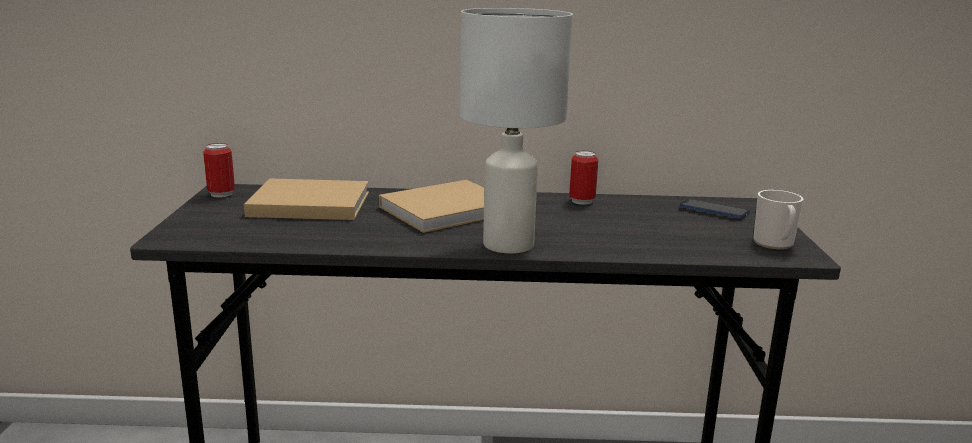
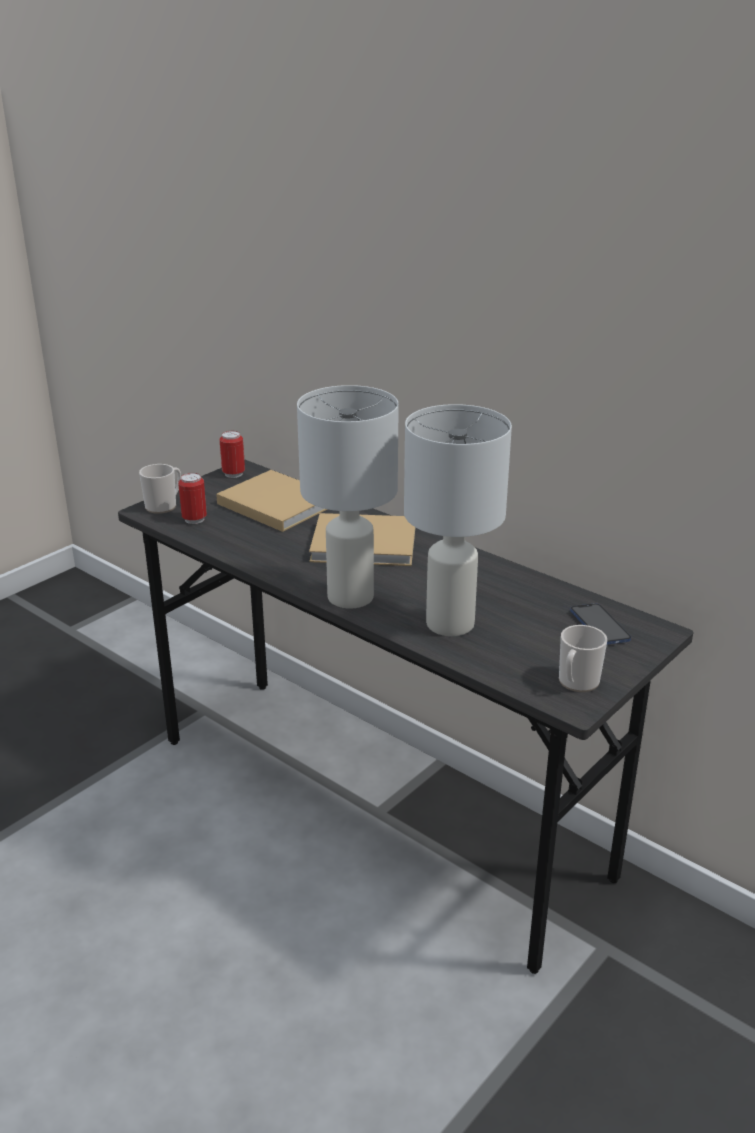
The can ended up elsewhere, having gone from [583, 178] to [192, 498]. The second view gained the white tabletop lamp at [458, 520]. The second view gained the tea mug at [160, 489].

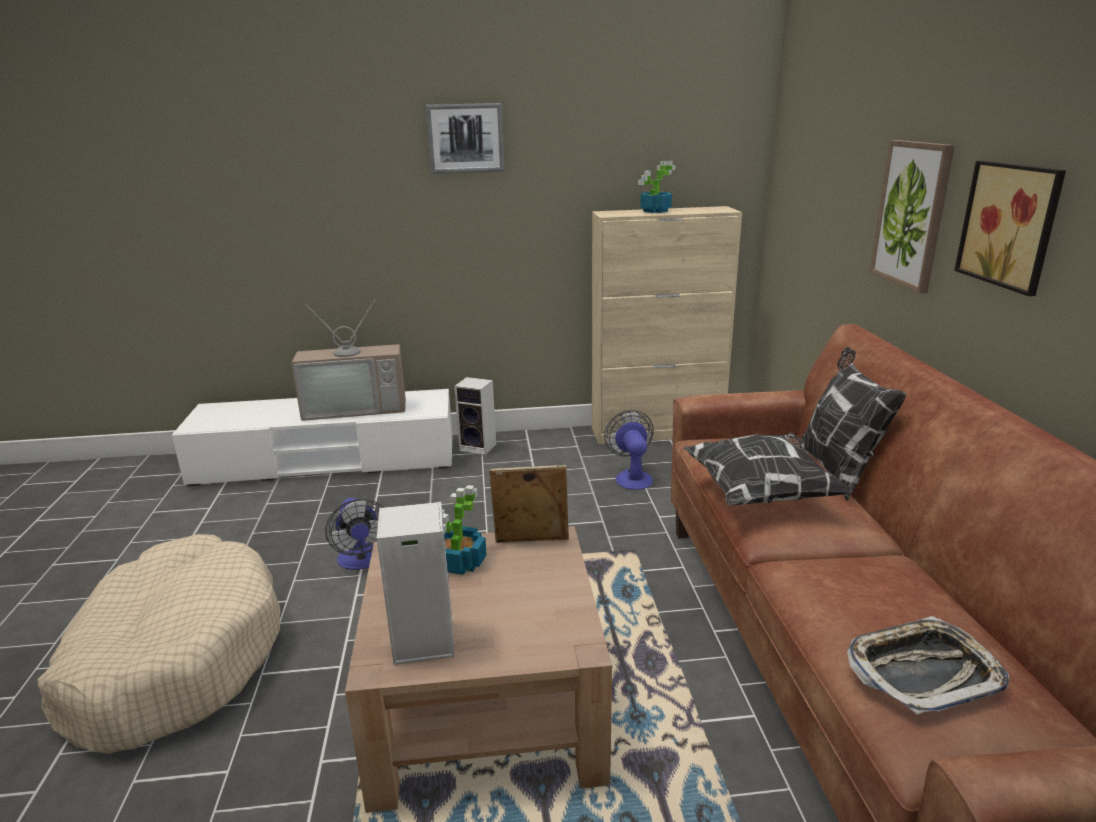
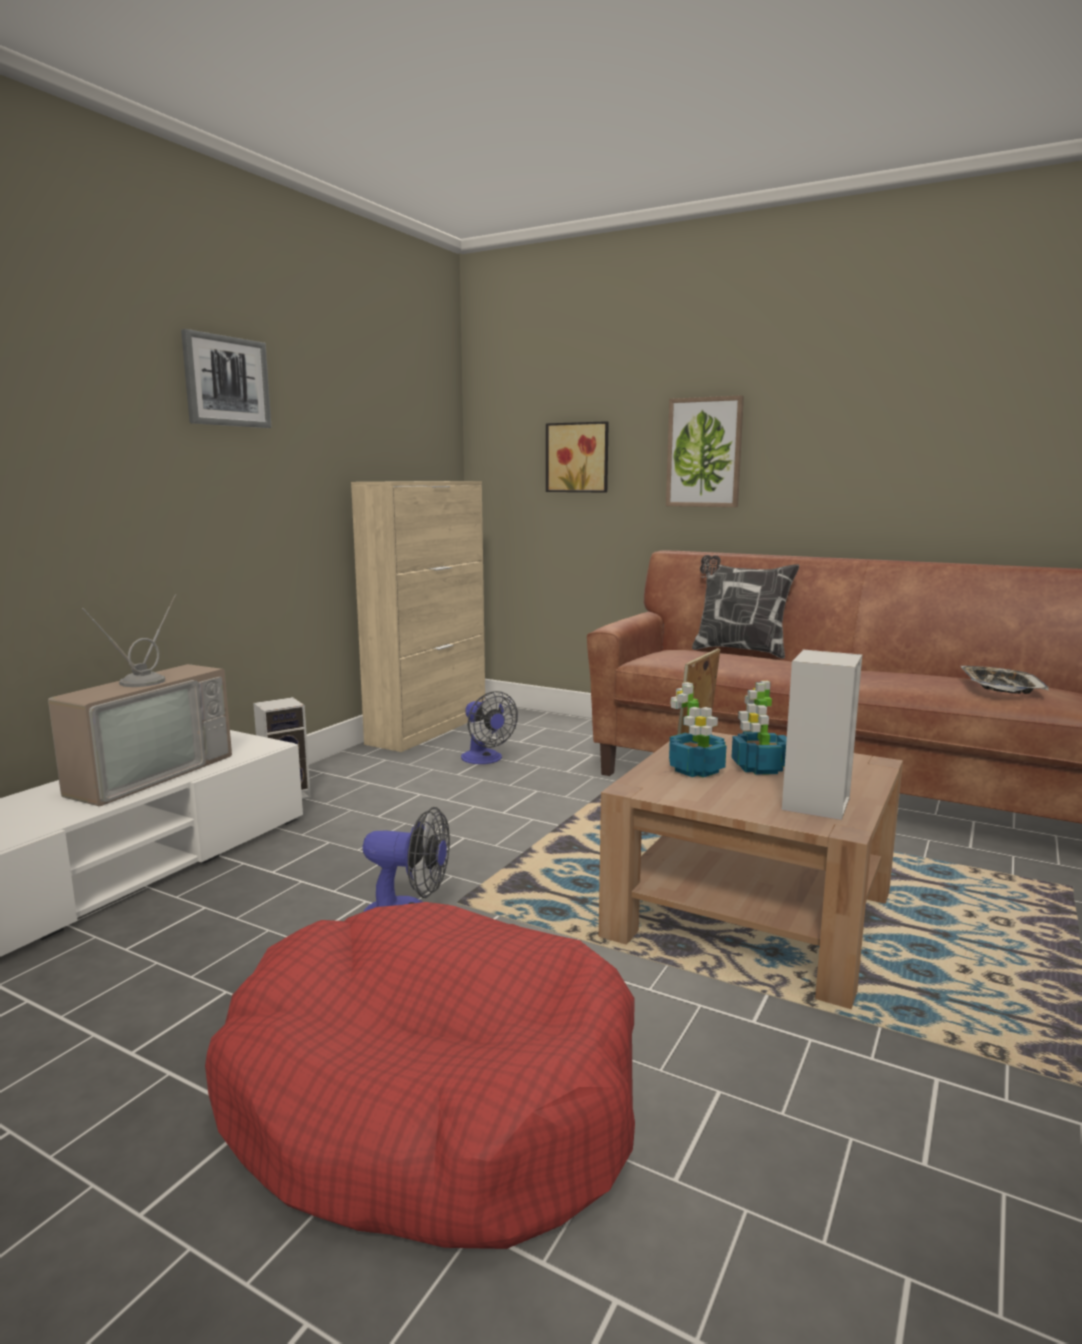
The plant in a pot ended up elsewhere, having gone from [656, 187] to [759, 728]. The wall art ended up elsewhere, having gone from [1010, 228] to [577, 457]. The cooling fan at [629, 450] ended up facing another way, 150 degrees counterclockwise from before. The second view lost the pillow at [768, 468]. What was the beige dog cushion at [159, 643] turned into the red dog cushion at [420, 1075].

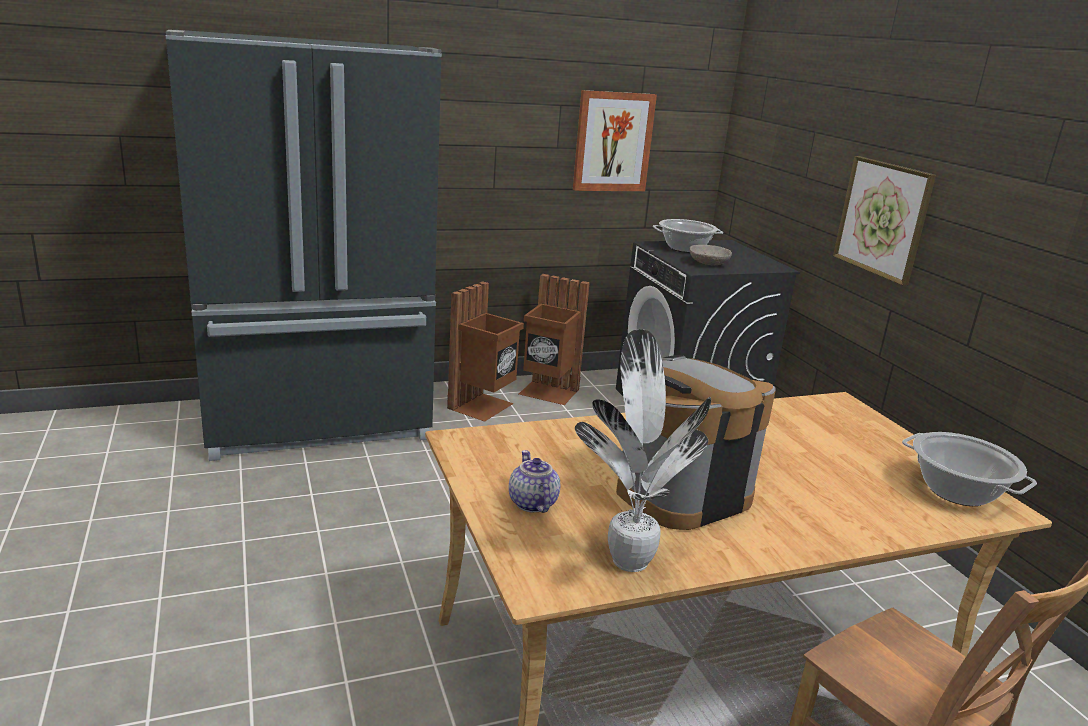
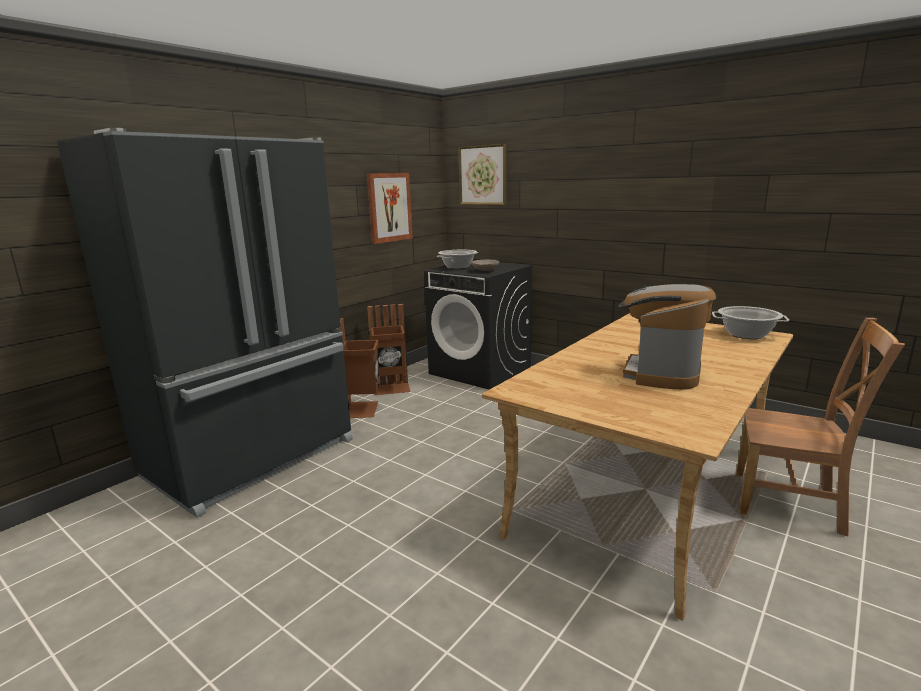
The wall art ended up elsewhere, having gone from [884, 221] to [482, 174]. The second view lost the plant in a pot at [643, 450]. The second view lost the pot for tea at [534, 481].

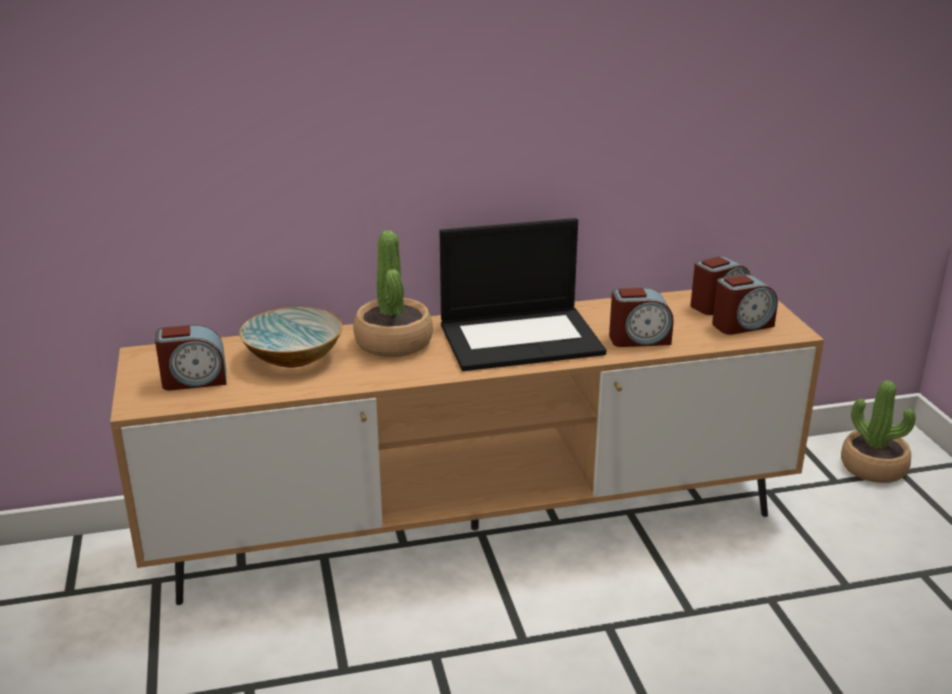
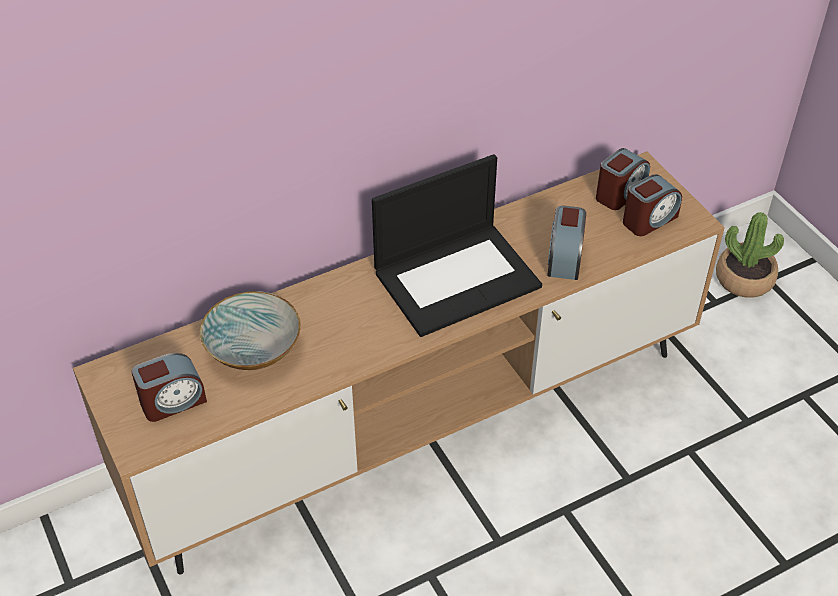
The second view lost the plant in a pot at [393, 293]. The table clock at [641, 317] ended up facing another way, 120 degrees clockwise from before.

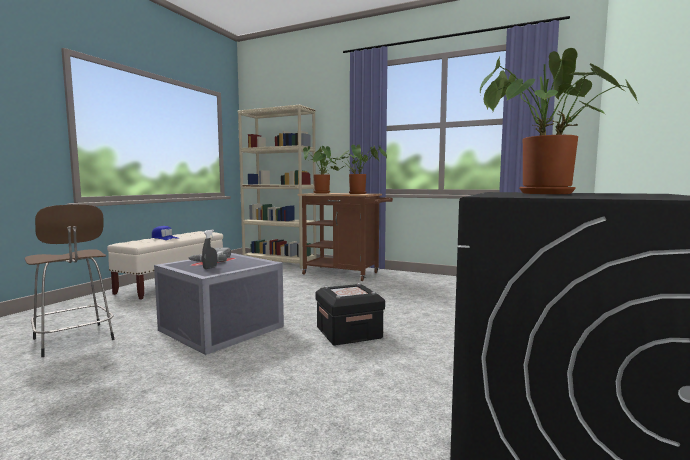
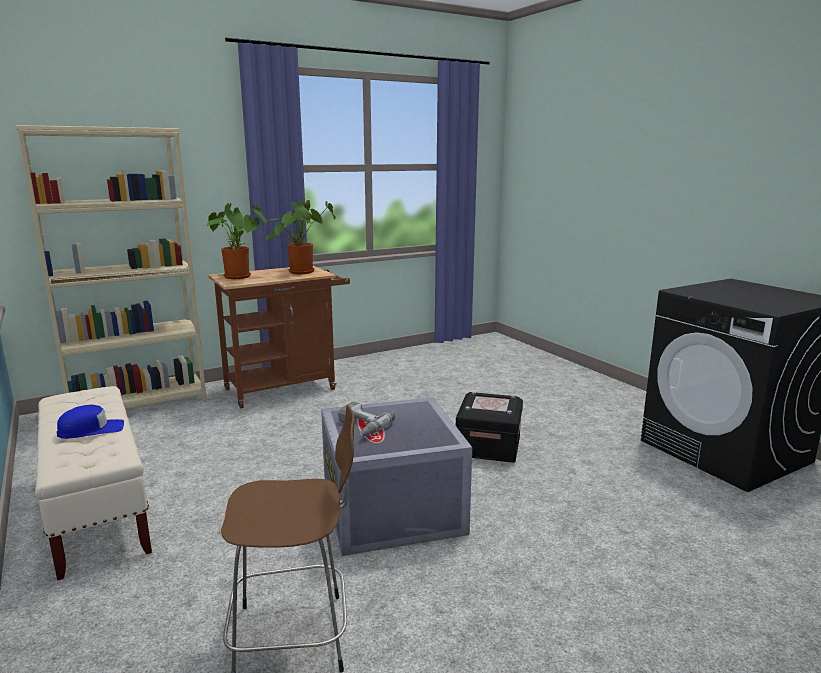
The second view lost the plant in a pot at [559, 121]. The second view lost the grey spray bottle at [209, 249].

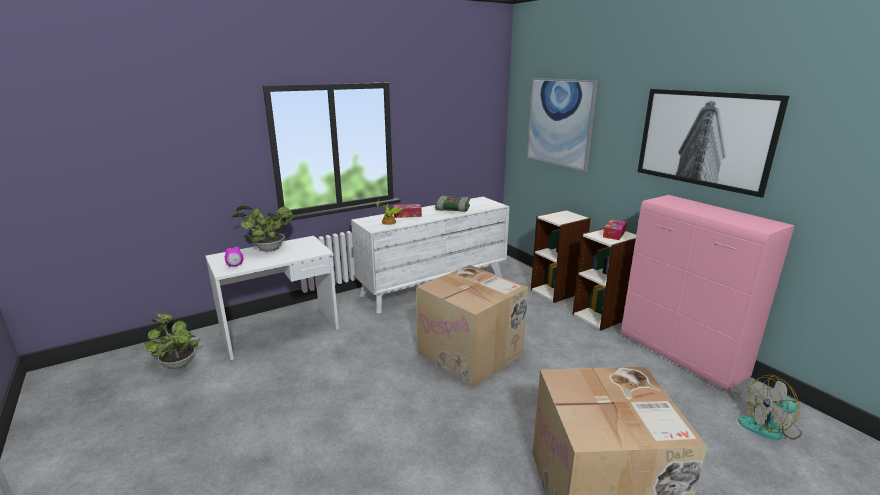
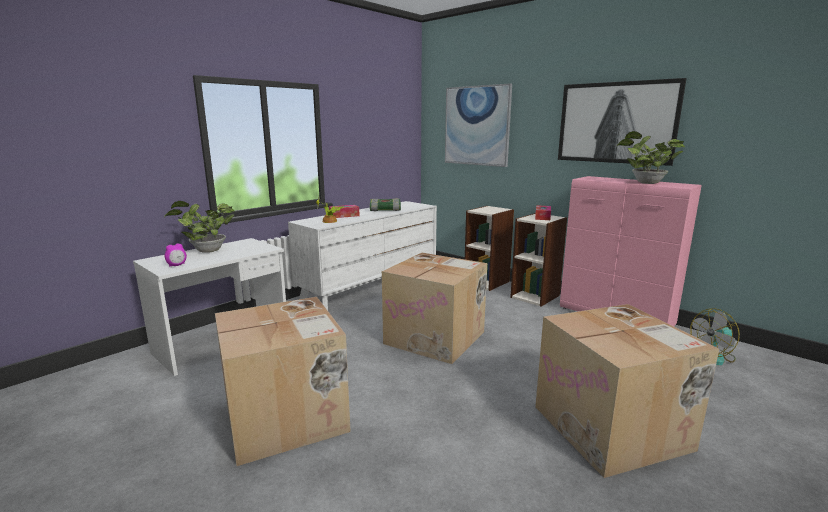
The plant in a pot ended up elsewhere, having gone from [172, 341] to [651, 157]. The second view gained the carton at [283, 381].

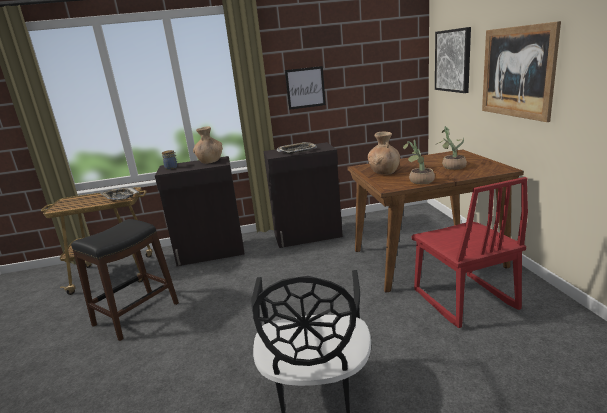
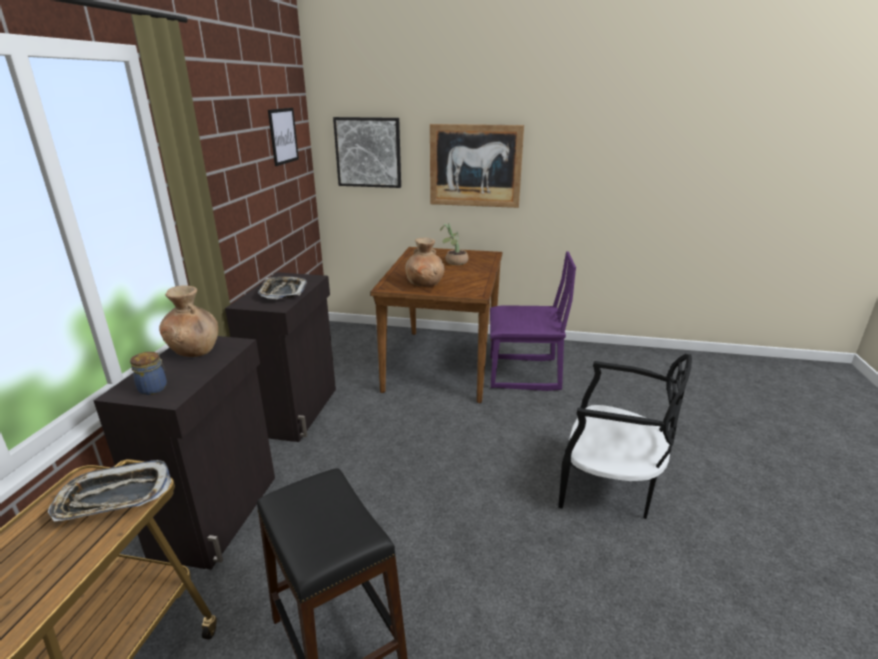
The wall art ended up elsewhere, having gone from [305, 88] to [283, 137]. The second view lost the plant in a pot at [419, 162]. What was the red upright chair at [469, 252] turned into the purple upright chair at [533, 321].

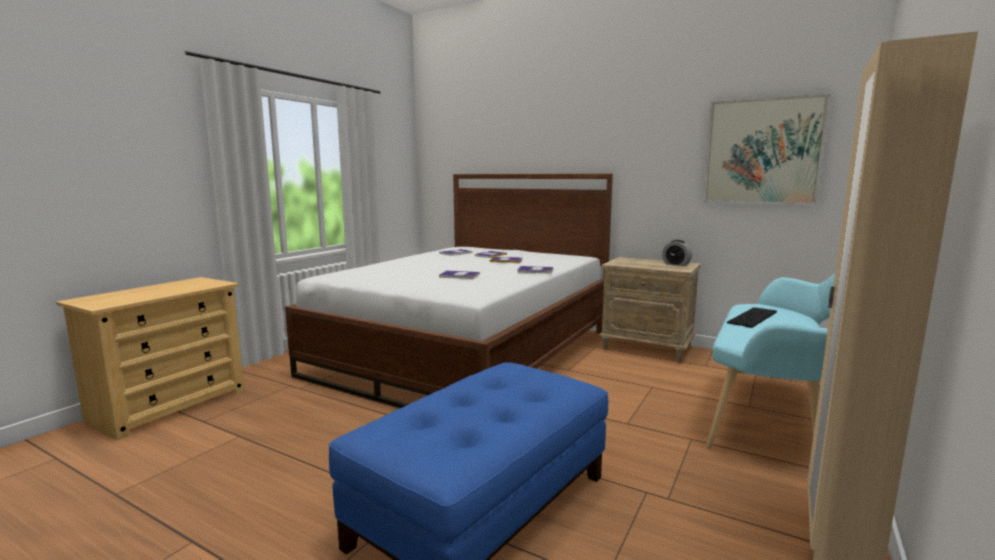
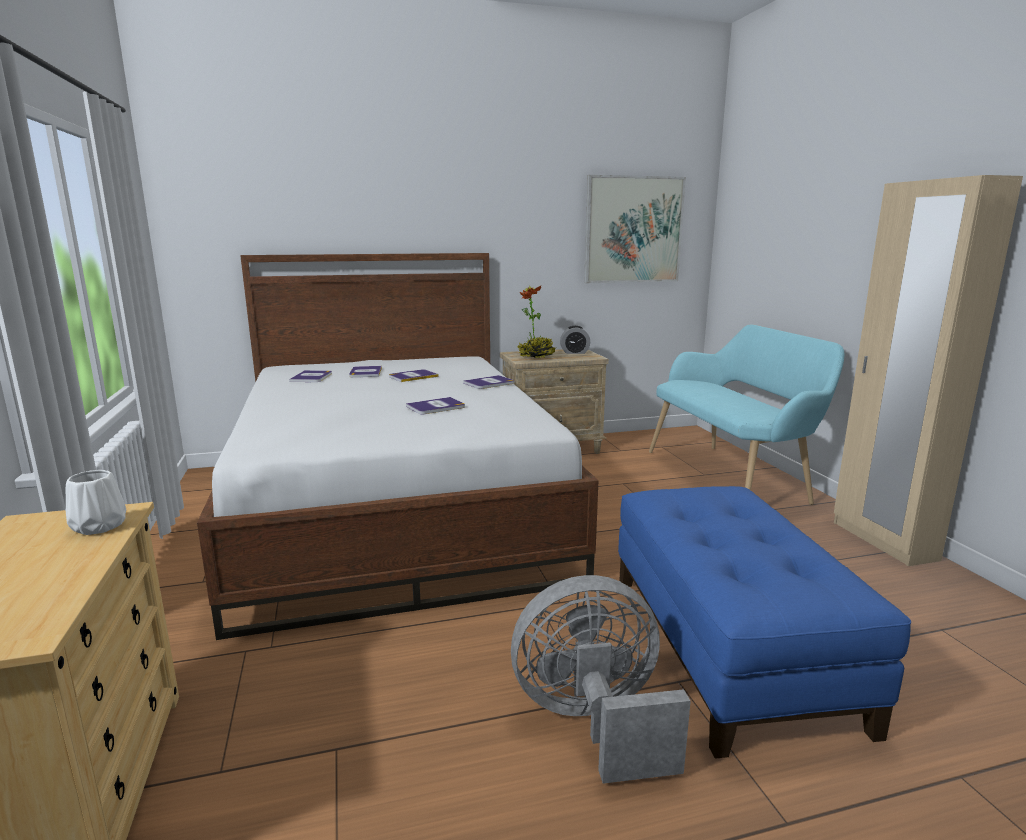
The second view lost the keyboard at [752, 318]. The second view gained the plant in a pot at [537, 322]. The second view gained the white flower vase at [96, 502]. The second view gained the grey cooling fan at [601, 679].

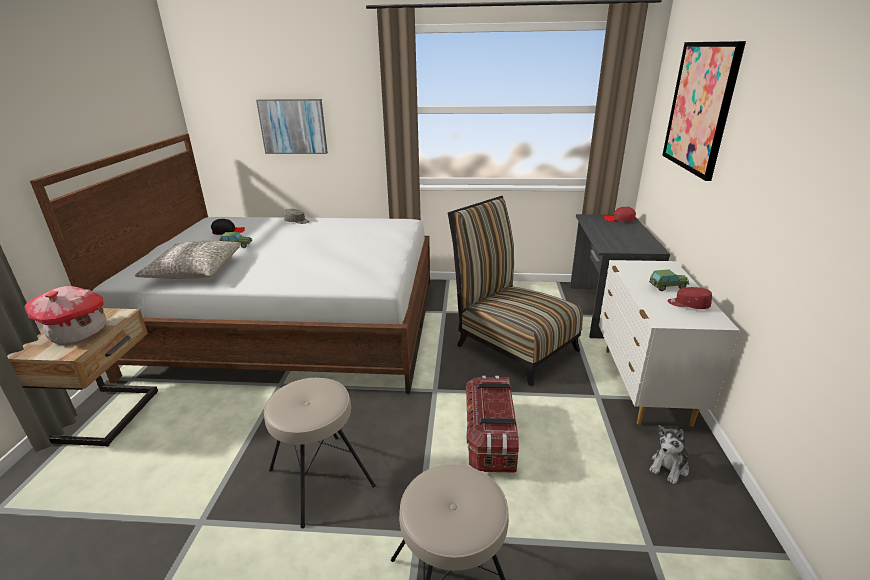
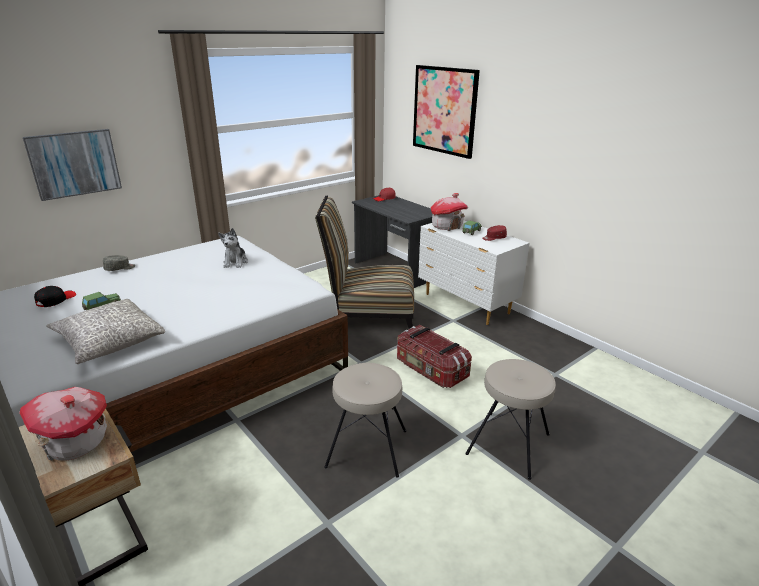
The soft toy ended up elsewhere, having gone from [669, 454] to [233, 248]. The second view gained the model house at [449, 212].

